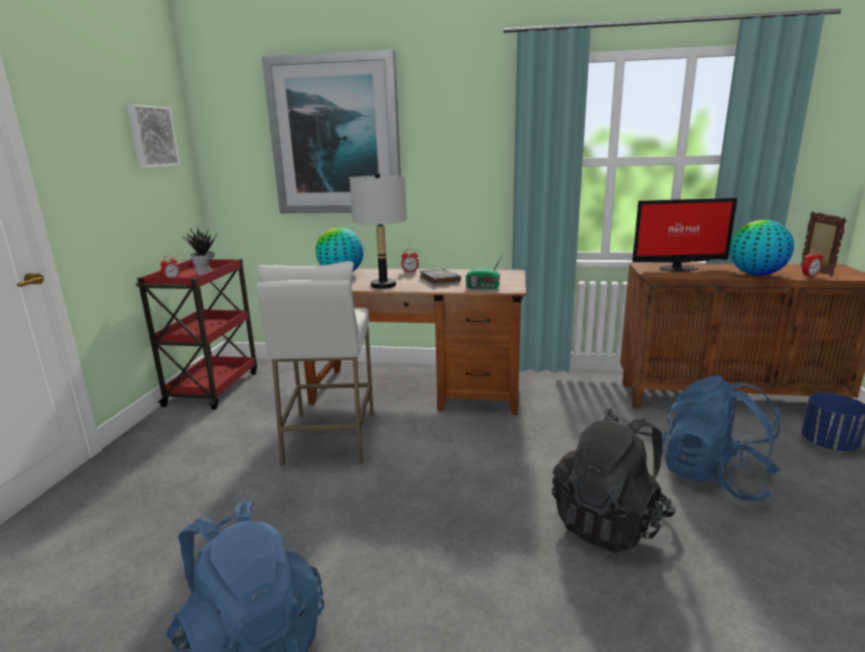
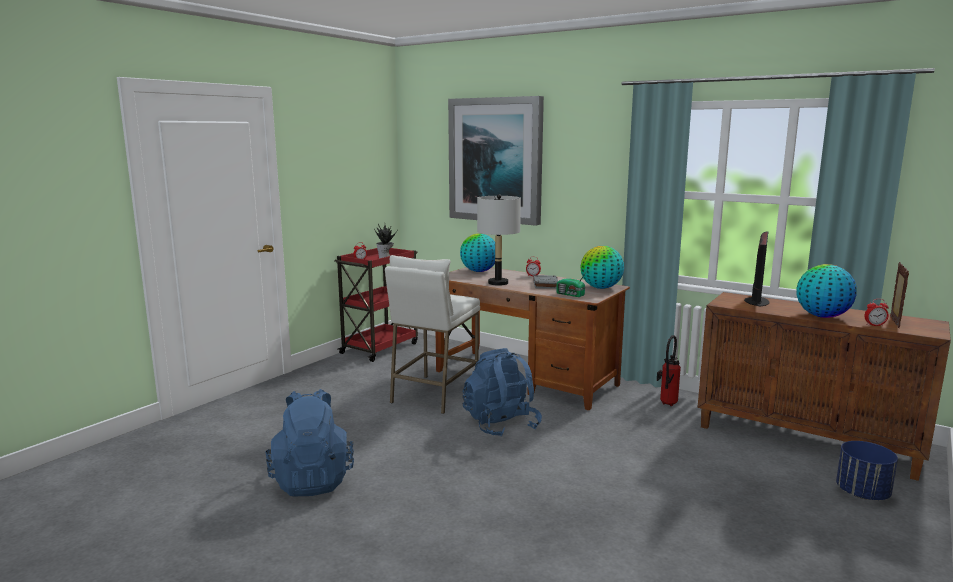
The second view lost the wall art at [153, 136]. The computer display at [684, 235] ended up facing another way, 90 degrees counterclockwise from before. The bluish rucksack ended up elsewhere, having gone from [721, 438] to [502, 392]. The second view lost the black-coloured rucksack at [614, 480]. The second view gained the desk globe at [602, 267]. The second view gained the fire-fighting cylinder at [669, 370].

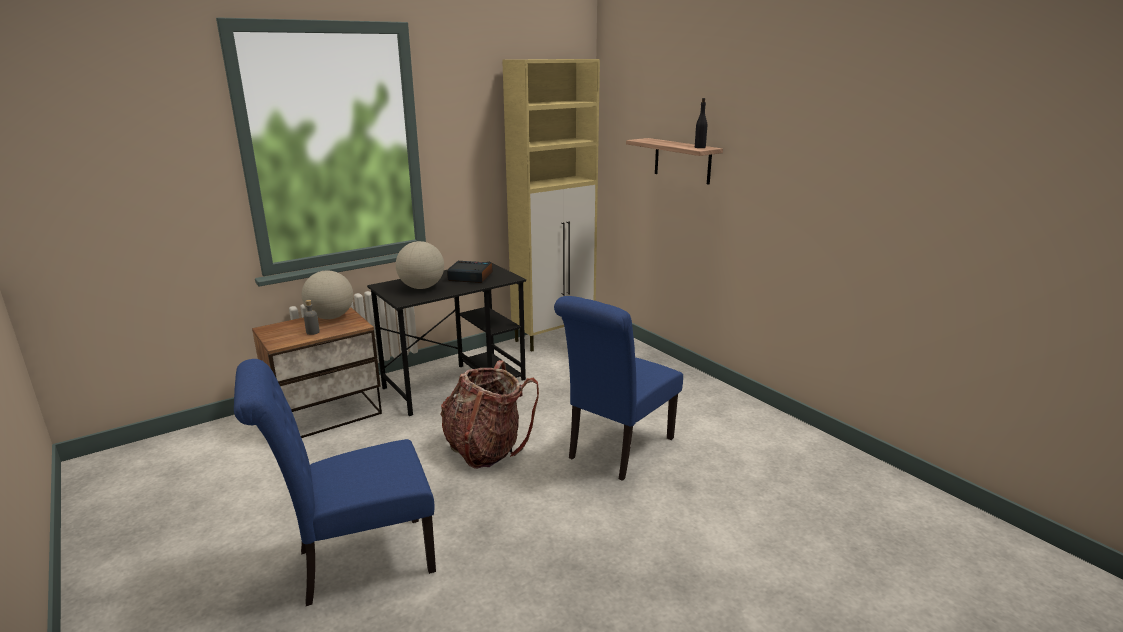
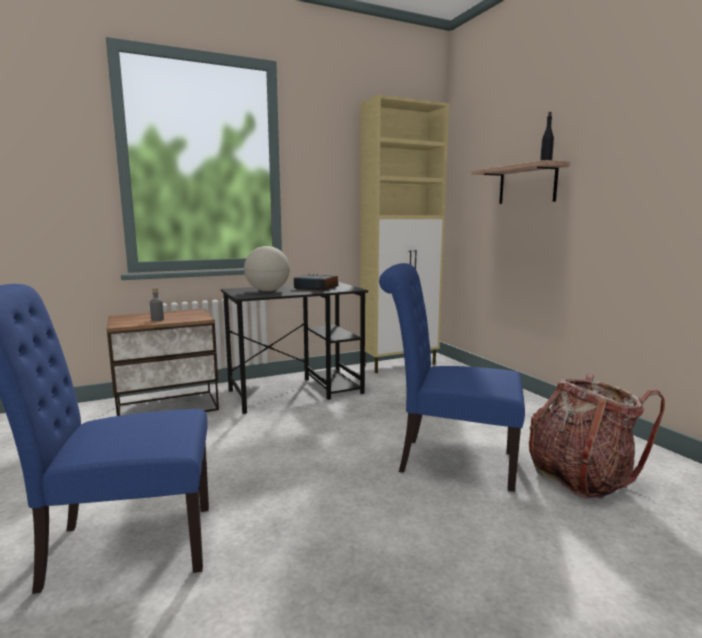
The second view lost the desk globe at [327, 294]. The bluish upright chair at [618, 388] ended up facing another way, 60 degrees clockwise from before. The rucksack ended up elsewhere, having gone from [489, 414] to [597, 436].

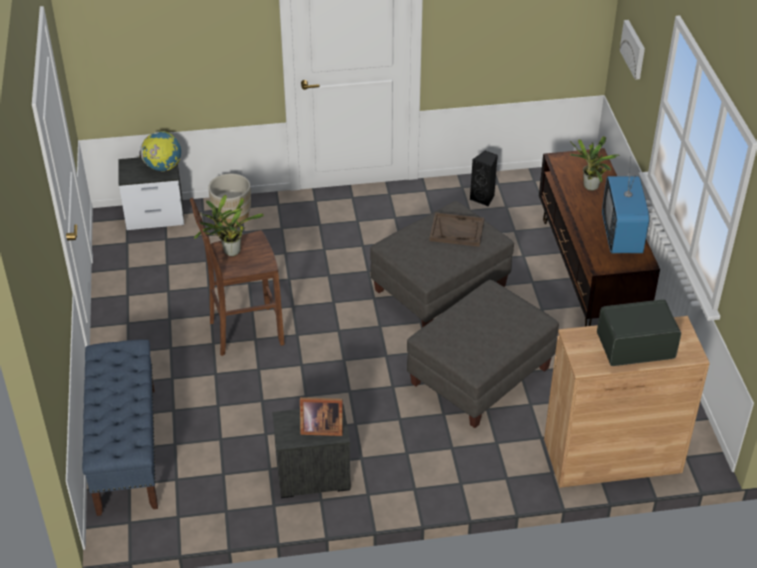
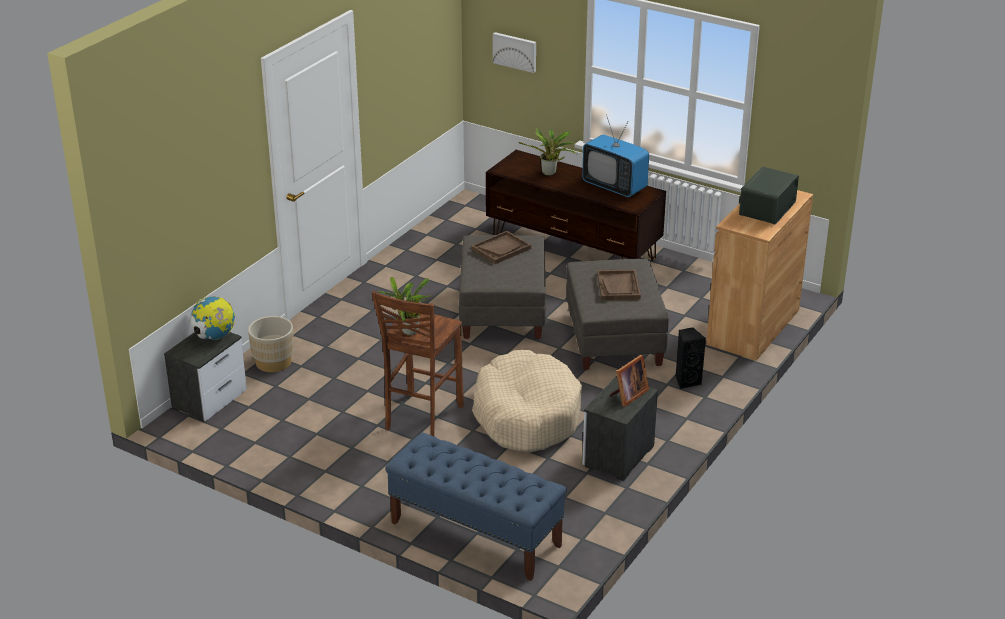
The black-coloured loudspeaker ended up elsewhere, having gone from [484, 178] to [691, 358]. The second view gained the brownish tray at [619, 284]. The second view gained the beige dog cushion at [527, 401].

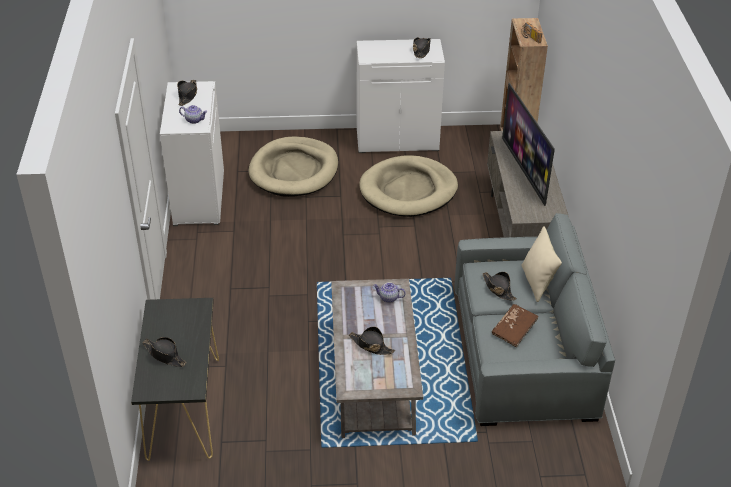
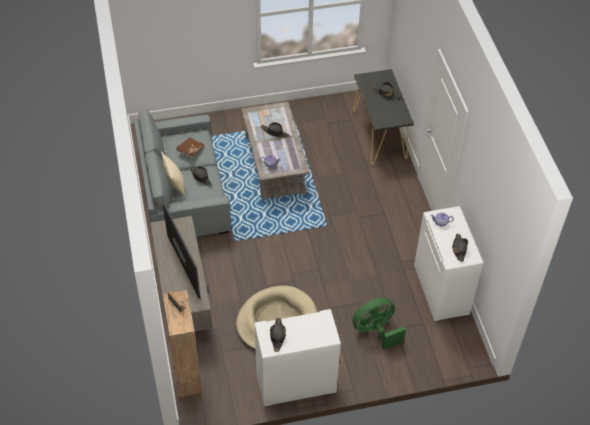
Where the beige dog cushion stood at [293, 166], the greenish cooling fan came to stand at [379, 324].

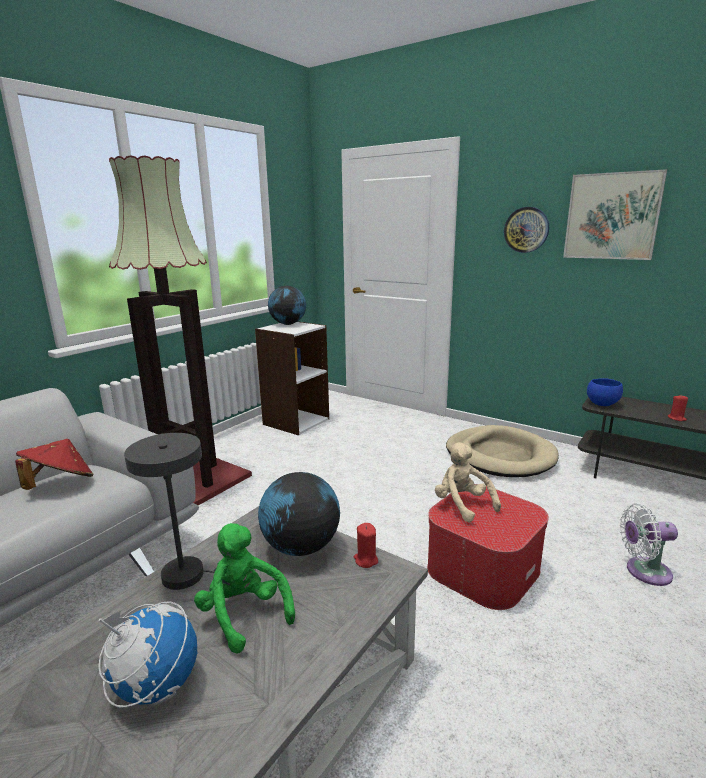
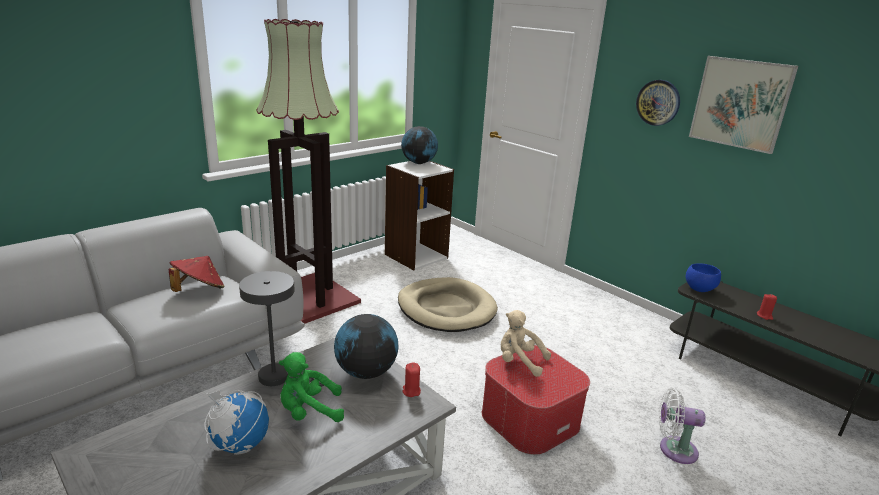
The beige dog cushion ended up elsewhere, having gone from [502, 451] to [448, 304]. The beige soft toy at [468, 482] ended up facing another way, 45 degrees counterclockwise from before. The greenish soft toy at [244, 588] ended up facing another way, 75 degrees counterclockwise from before.

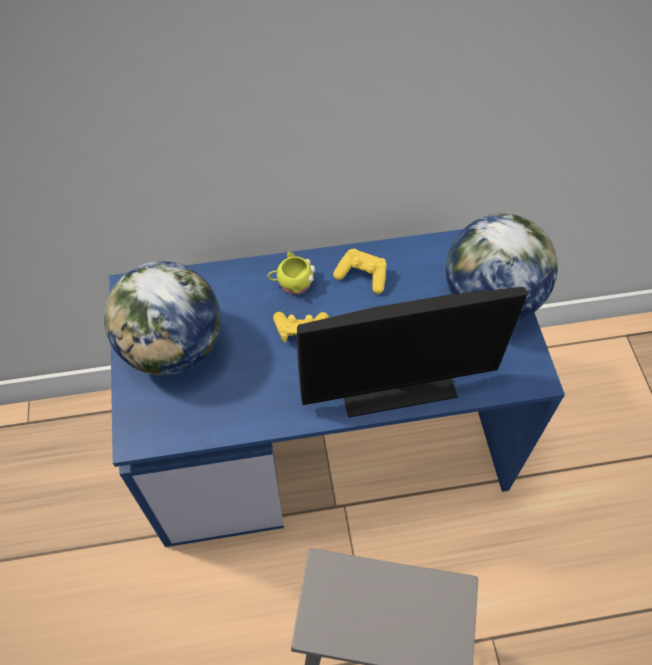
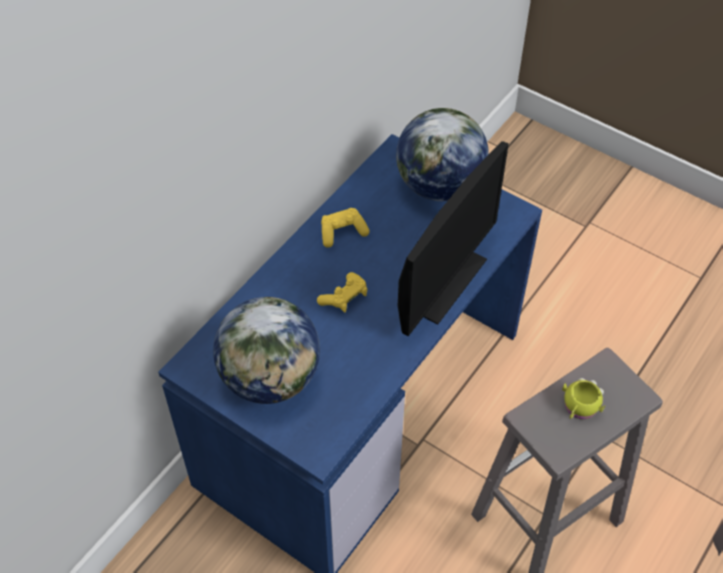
The yellowish tea mug ended up elsewhere, having gone from [292, 273] to [583, 398].

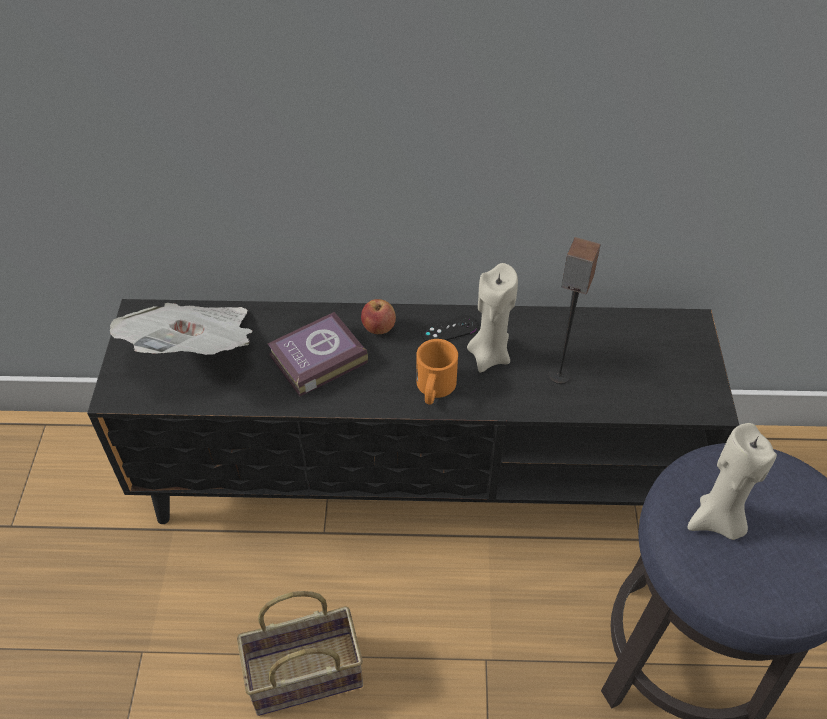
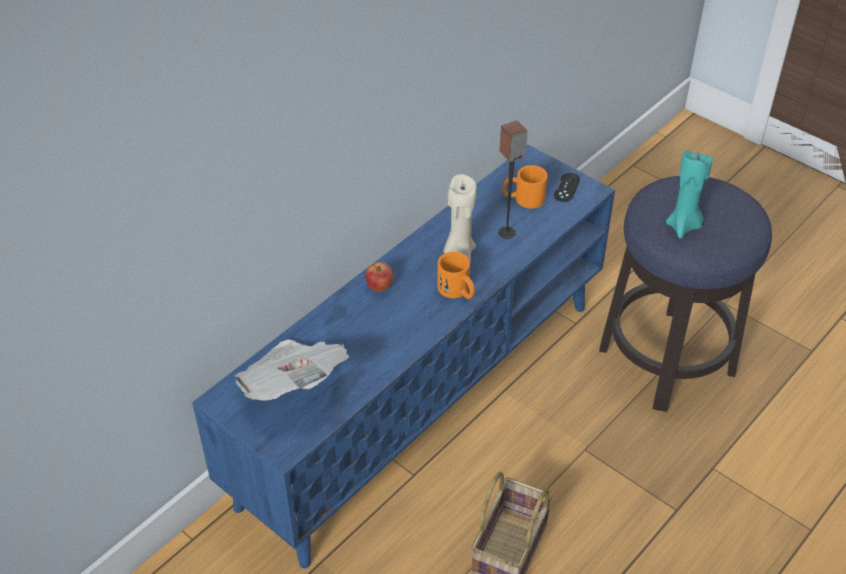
What was the black-coloured tv stand at [413, 411] turned into the bluish tv stand at [403, 356]. The second view lost the volume at [318, 354]. The black-coloured joypad ended up elsewhere, having gone from [449, 328] to [567, 187]. What was the beige wax candle at [732, 481] turned into the turquoise wax candle at [689, 194]. The second view gained the orangey tea mug at [525, 187].

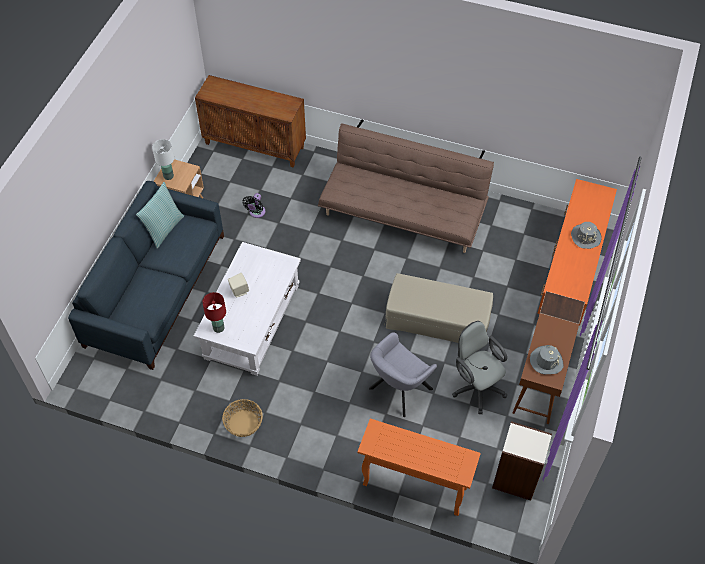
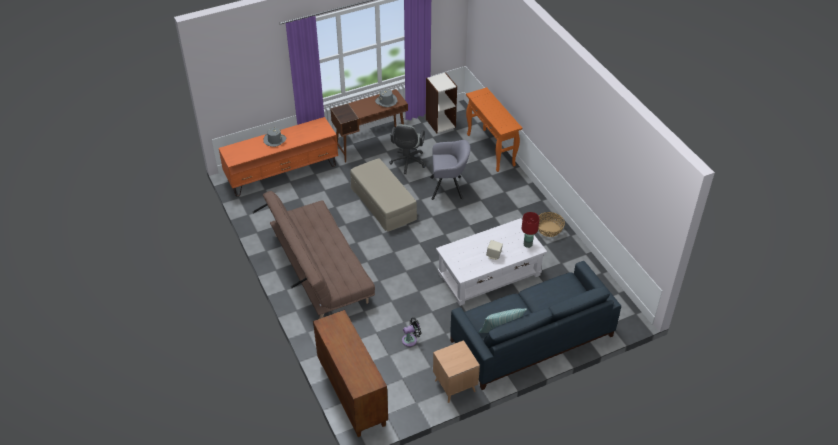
The second view lost the white tabletop lamp at [163, 159].

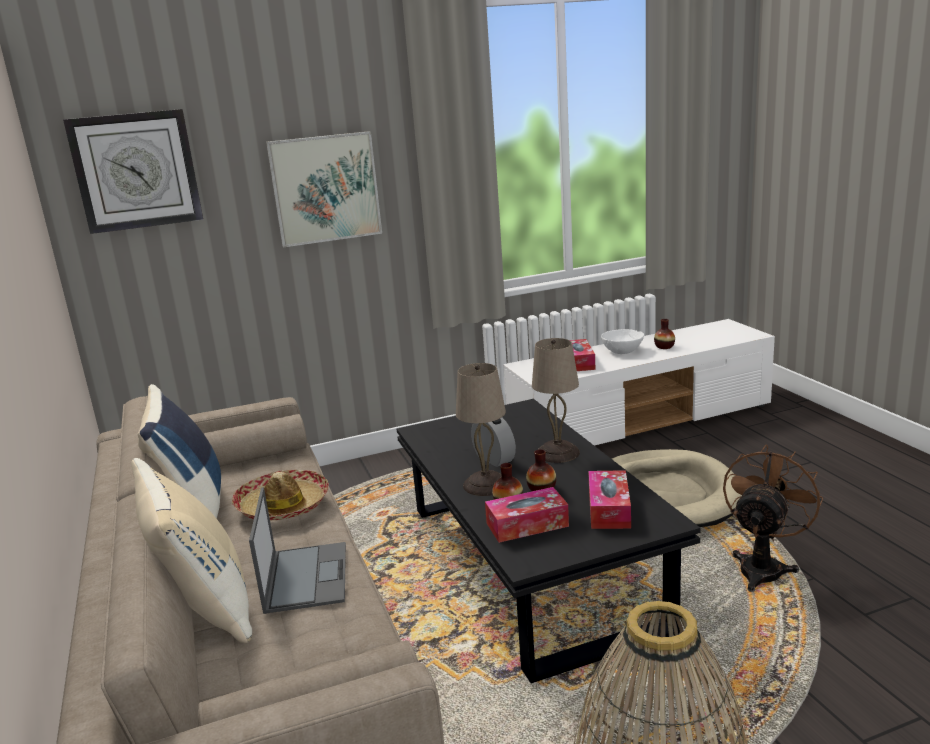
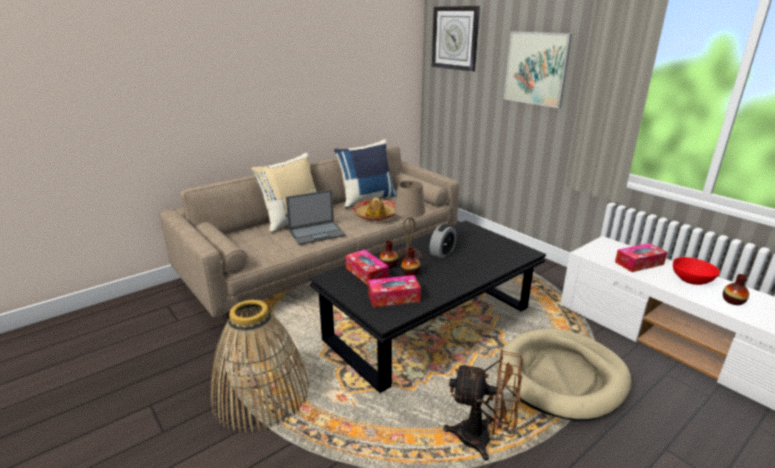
What was the white deep dish at [622, 341] turned into the red deep dish at [696, 271]. The second view lost the beige tabletop lamp at [556, 400].

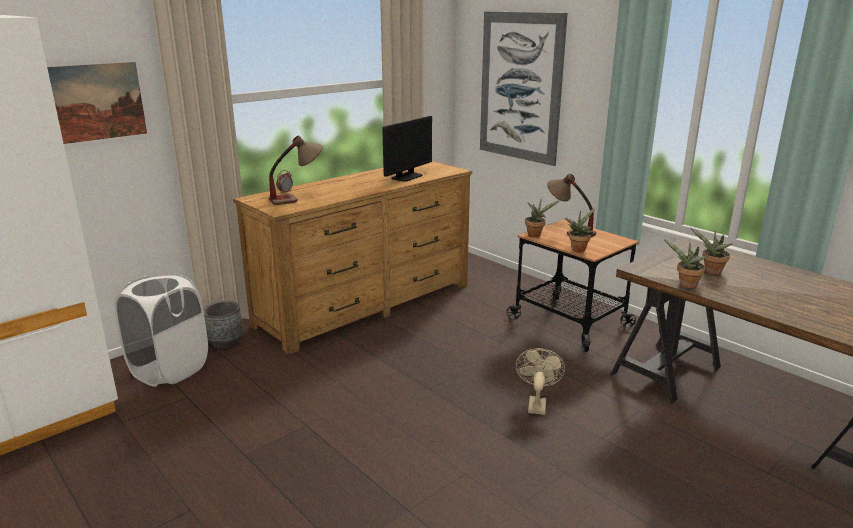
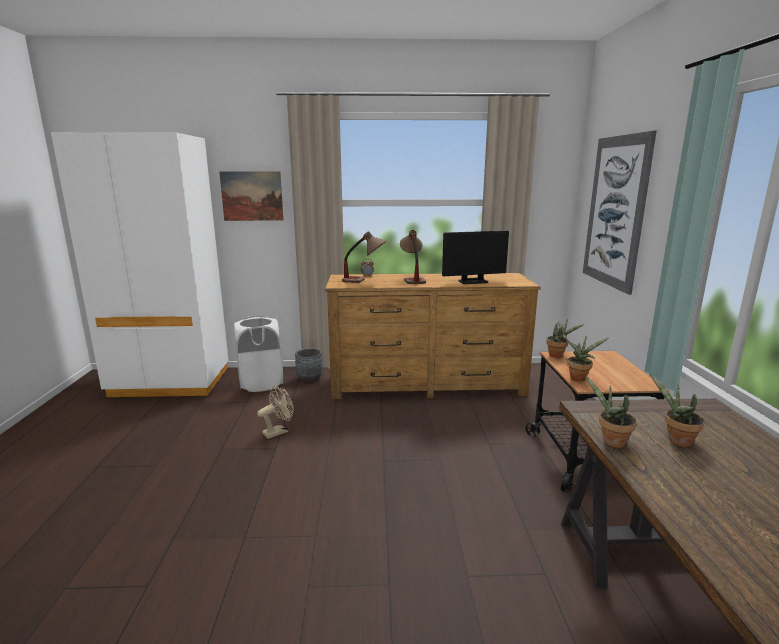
The tabletop lamp ended up elsewhere, having gone from [571, 205] to [413, 257]. The beige cooling fan ended up elsewhere, having gone from [540, 381] to [275, 412].

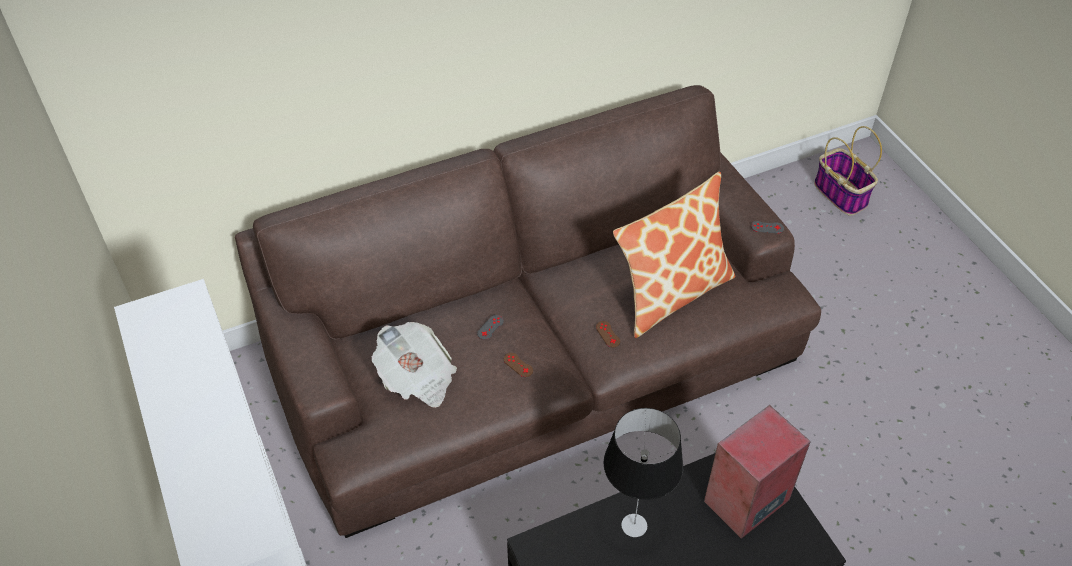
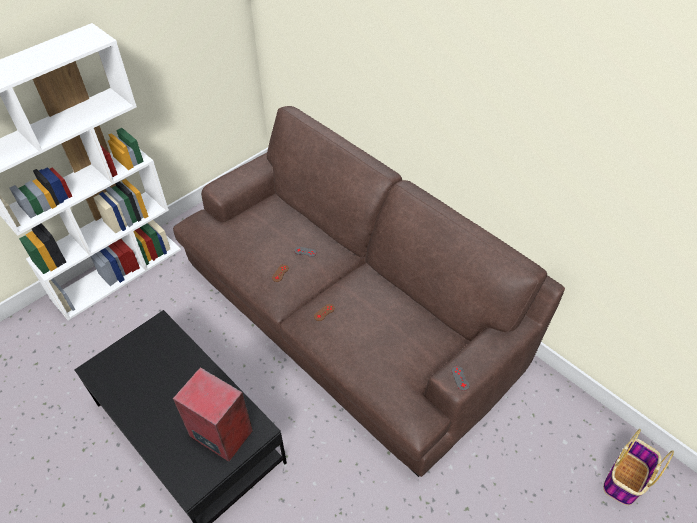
The second view lost the pillow at [674, 254]. The second view lost the newspaper at [414, 365]. The second view lost the tabletop lamp at [643, 472].

